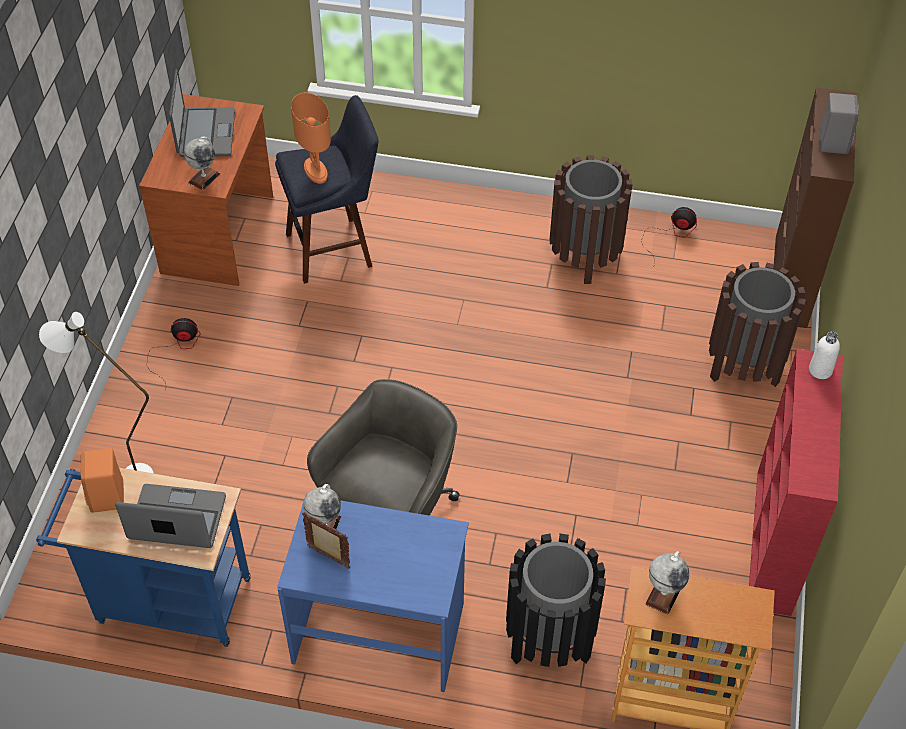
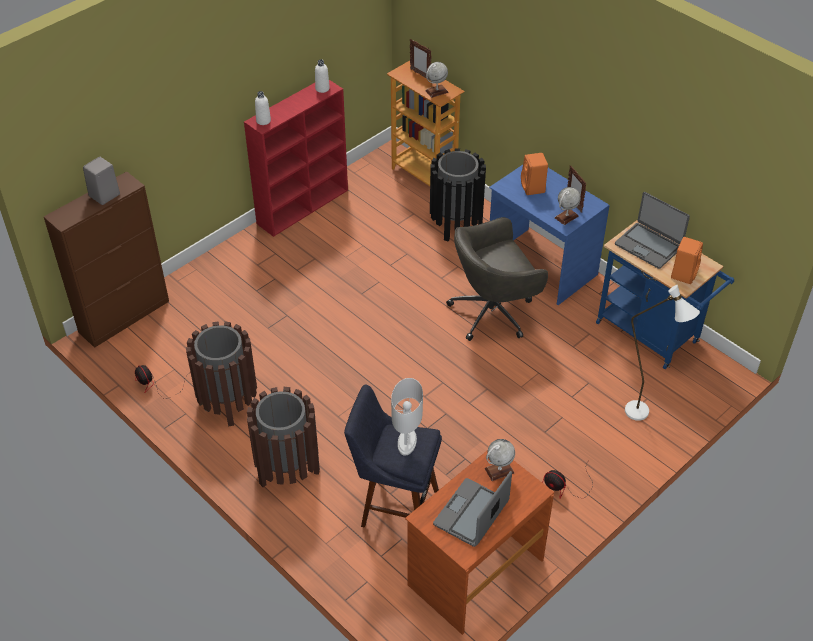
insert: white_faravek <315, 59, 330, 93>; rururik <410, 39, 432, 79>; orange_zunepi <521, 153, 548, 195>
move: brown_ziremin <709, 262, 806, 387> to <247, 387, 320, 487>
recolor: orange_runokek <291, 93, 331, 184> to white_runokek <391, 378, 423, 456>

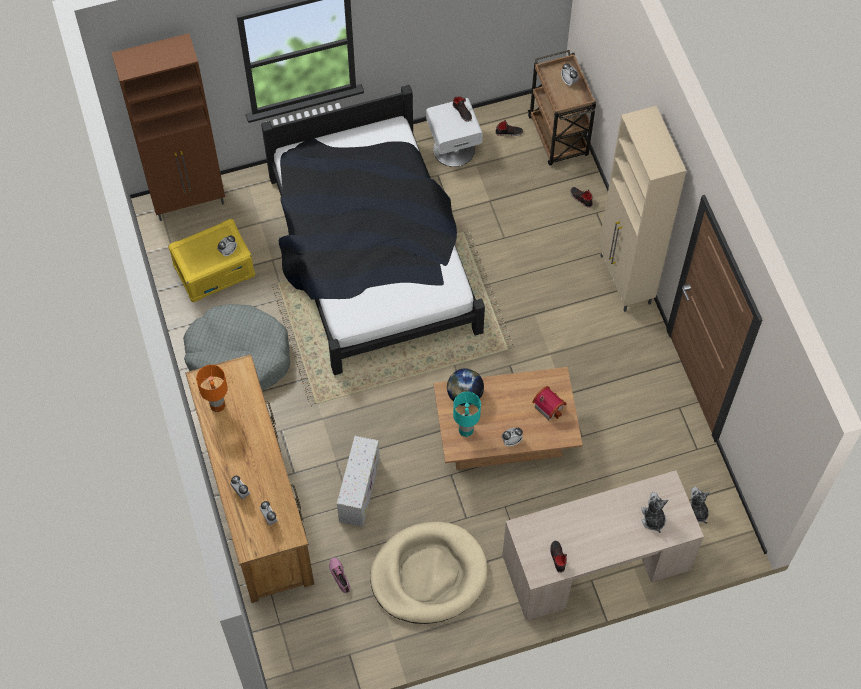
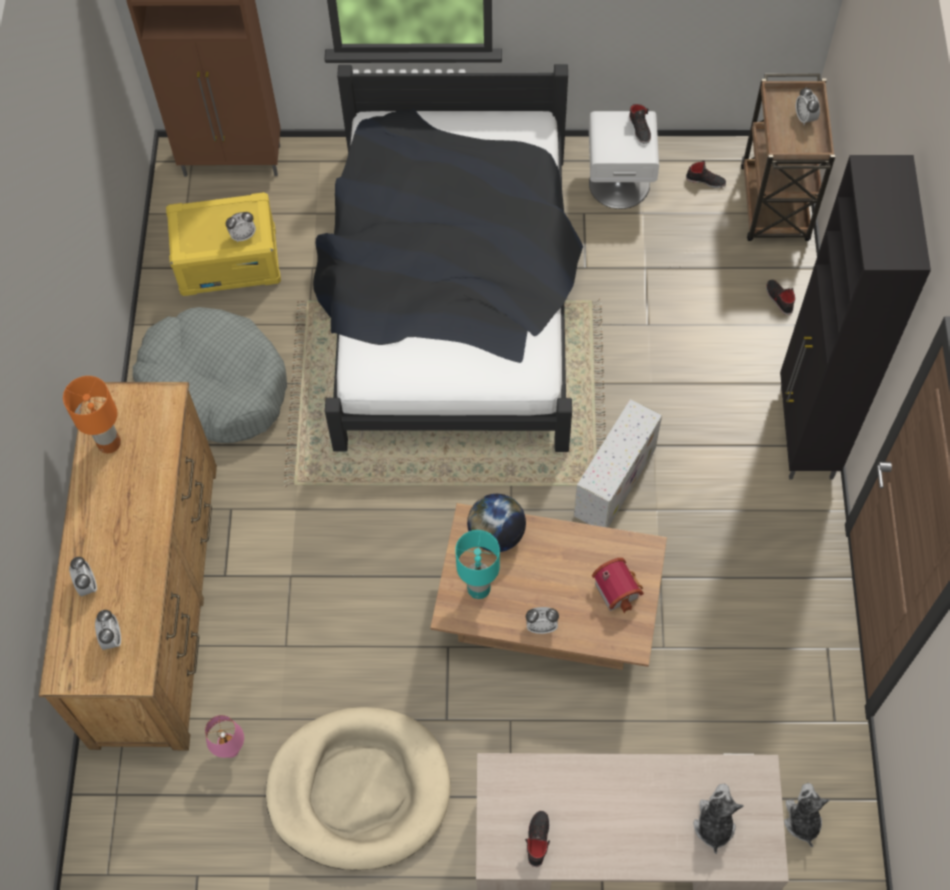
move: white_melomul <337, 436, 380, 527> to <574, 399, 662, 528>
replace: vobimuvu <329, 558, 350, 593> to pink_runokek <205, 715, 244, 758>
recolor: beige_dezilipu <599, 106, 686, 312> to black_dezilipu <780, 155, 931, 480>

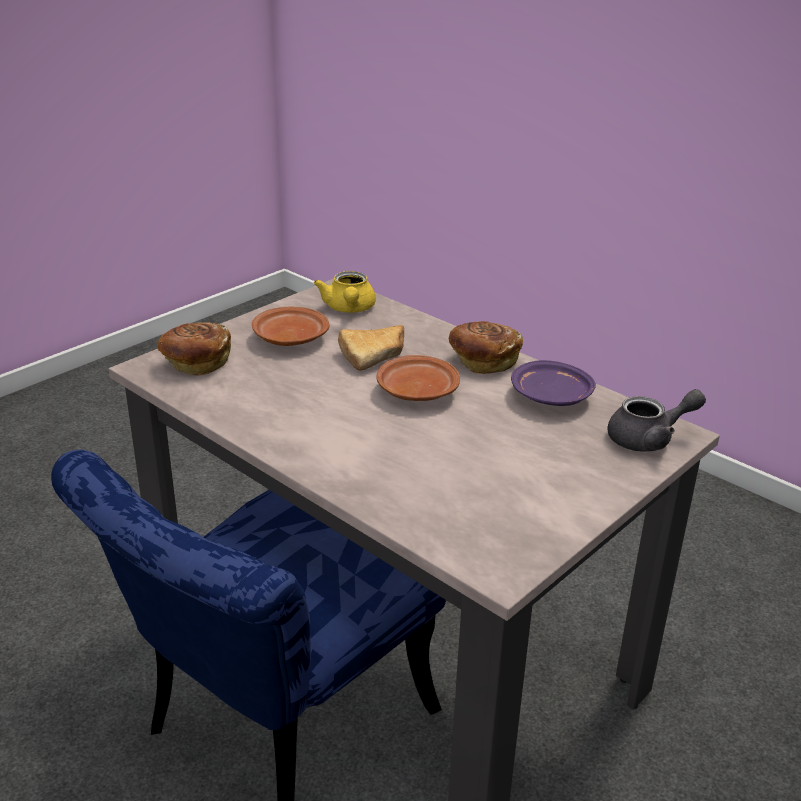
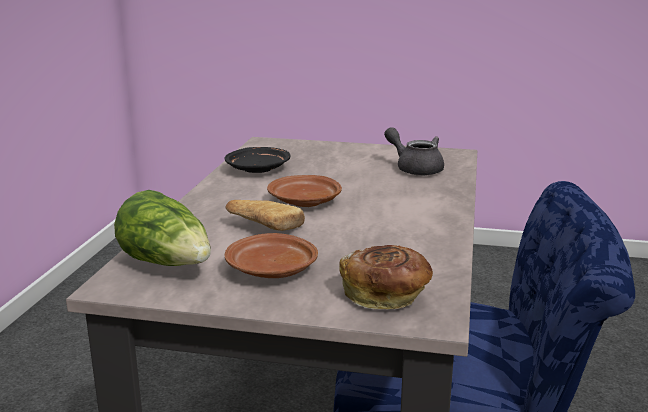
delete: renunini <449, 321, 523, 374>
move: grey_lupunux <607, 389, 706, 452> to <384, 127, 444, 176>
replace: yellow_lupunux <314, 271, 376, 313> to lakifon <114, 190, 211, 266>
recolor: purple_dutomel <511, 360, 596, 406> to black_dutomel <224, 147, 290, 173>

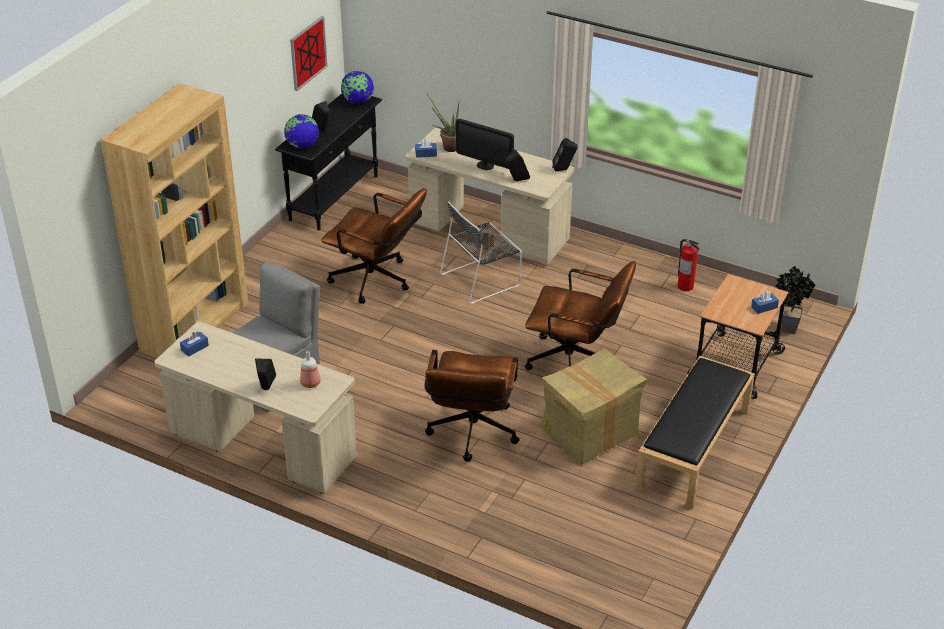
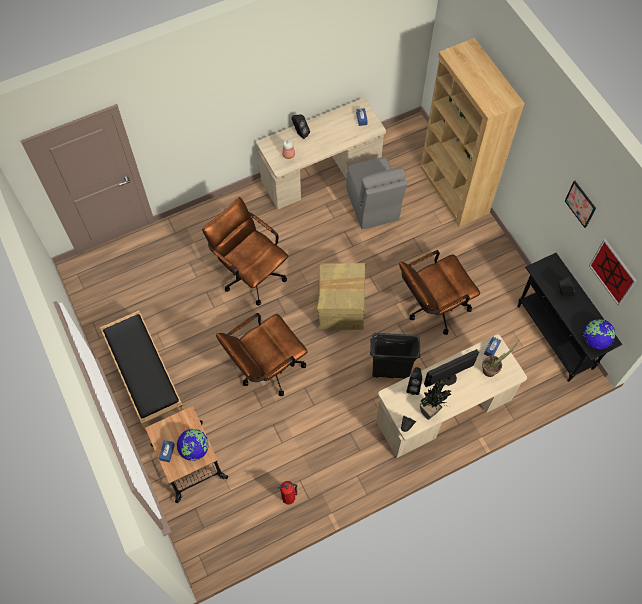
insert: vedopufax <565, 181, 596, 228>
move: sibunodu <284, 114, 319, 149> to <177, 429, 209, 461>; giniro <540, 349, 647, 465> to <317, 263, 365, 330>; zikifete <775, 266, 816, 334> to <420, 378, 452, 420>
replace: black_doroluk <440, 201, 522, 304> to black_ziremin <370, 333, 420, 379>

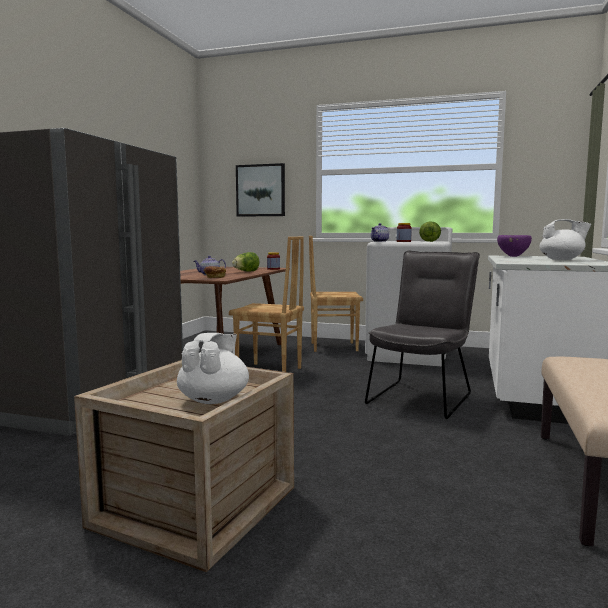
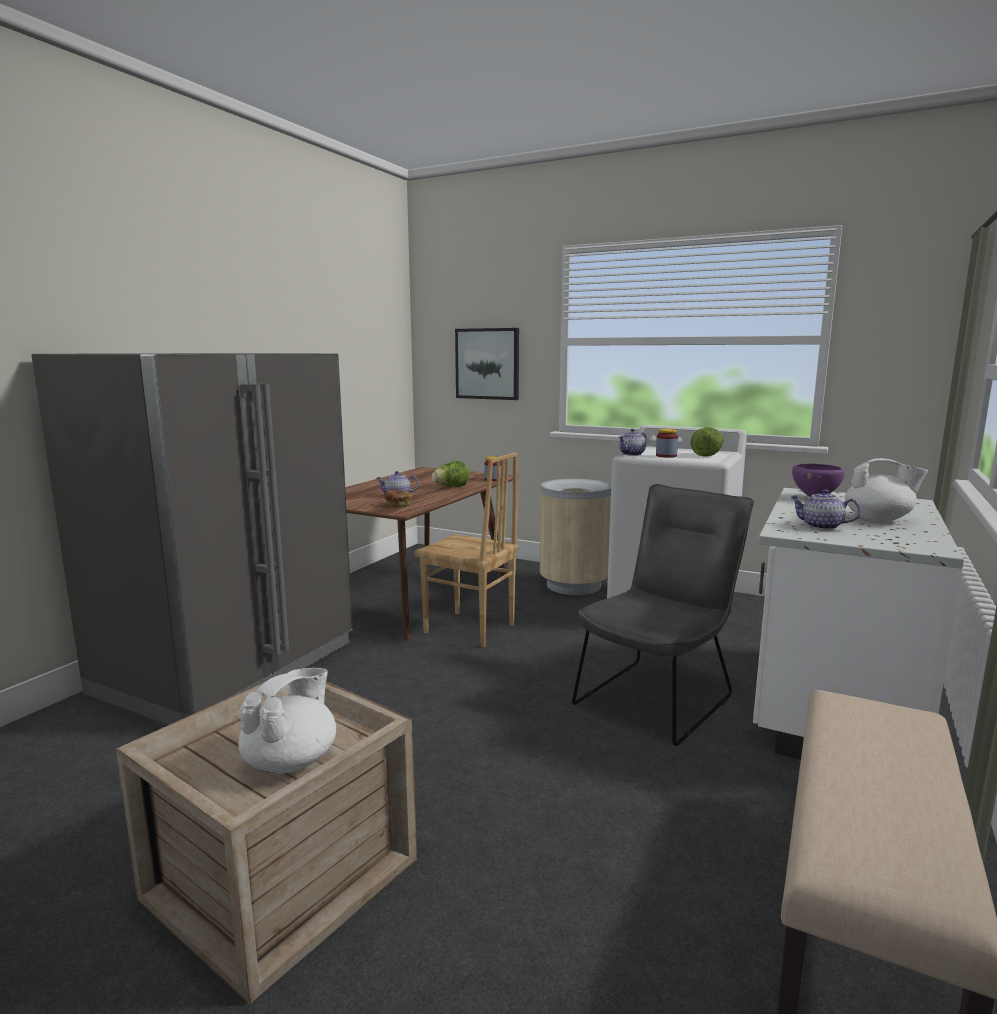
insert: lupunux <790, 489, 860, 530>
replace: brown_doroluk <309, 236, 363, 352> to beige_ziremin <540, 479, 611, 595>

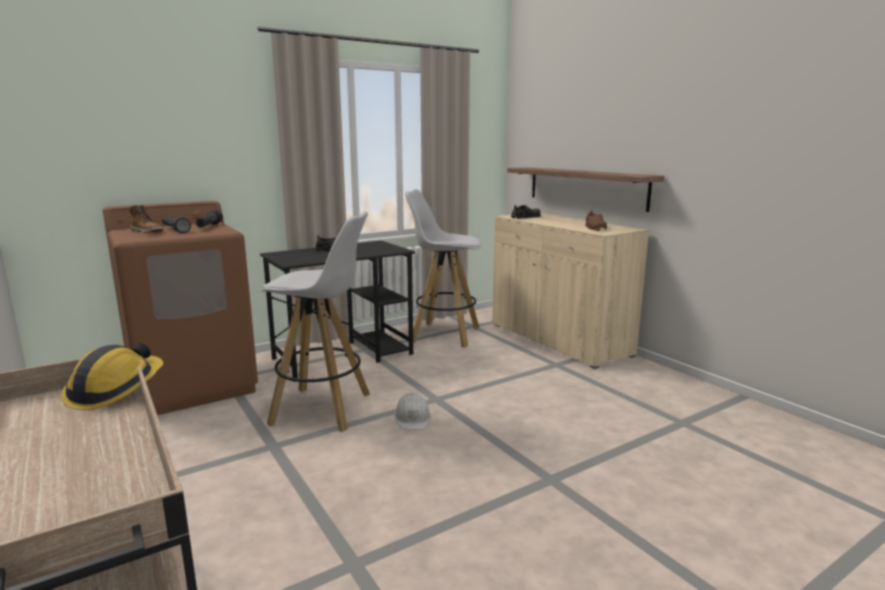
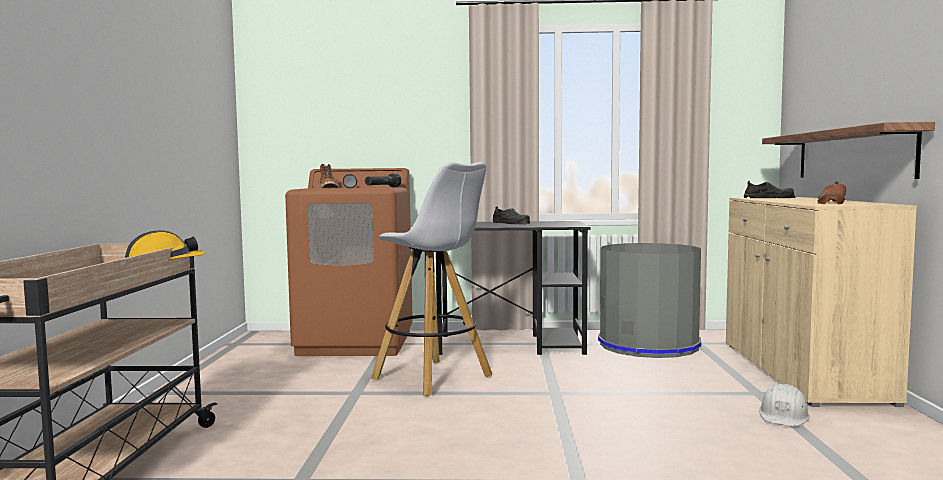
move: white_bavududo <394, 392, 431, 430> to <759, 383, 810, 427>
replace: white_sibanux <405, 189, 481, 347> to grey_ziremin <598, 243, 701, 358>

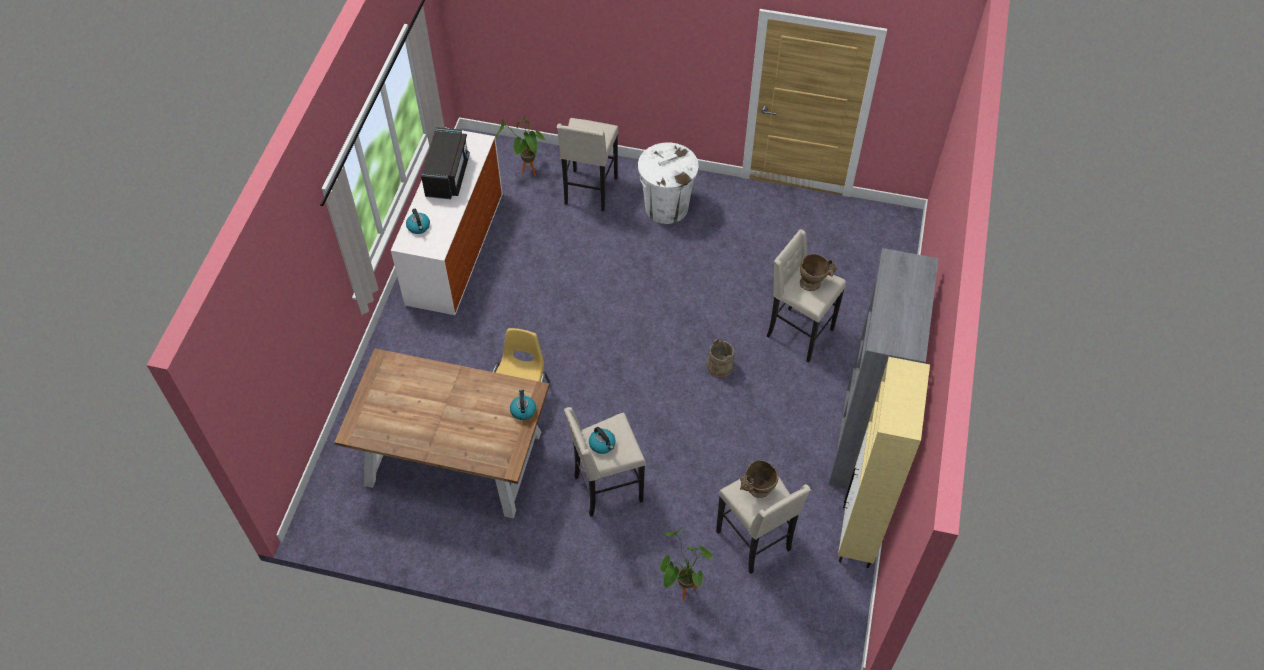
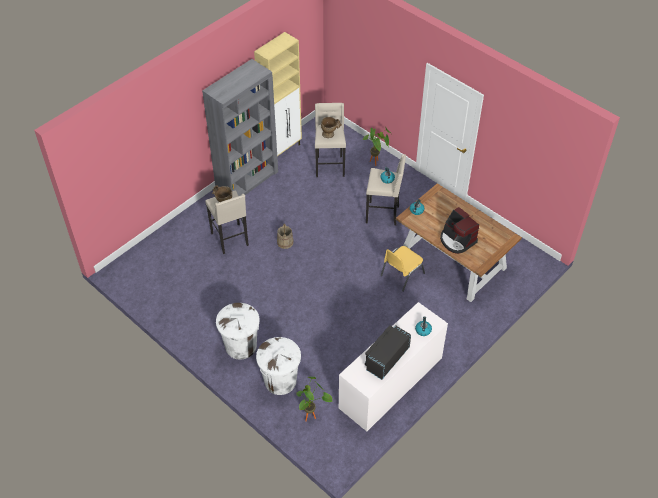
insert: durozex <440, 207, 479, 254>
replace: beige_sibanux <557, 118, 618, 211> to white_ziremin <256, 337, 301, 395>

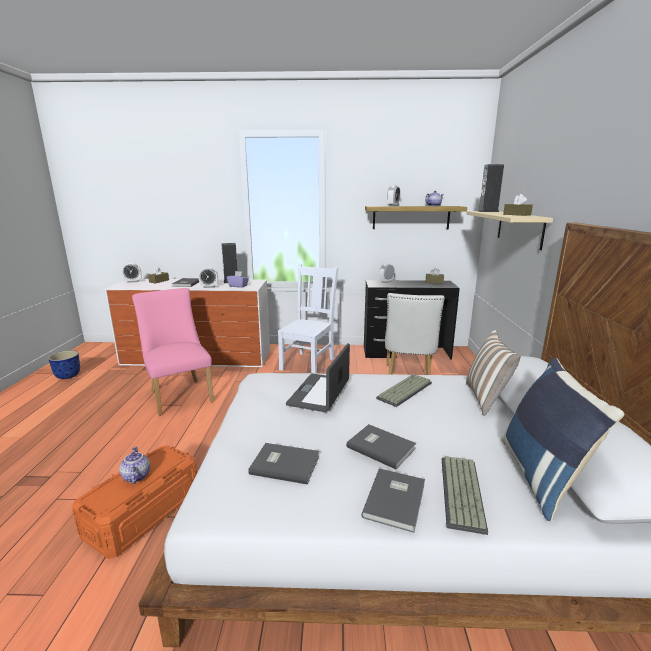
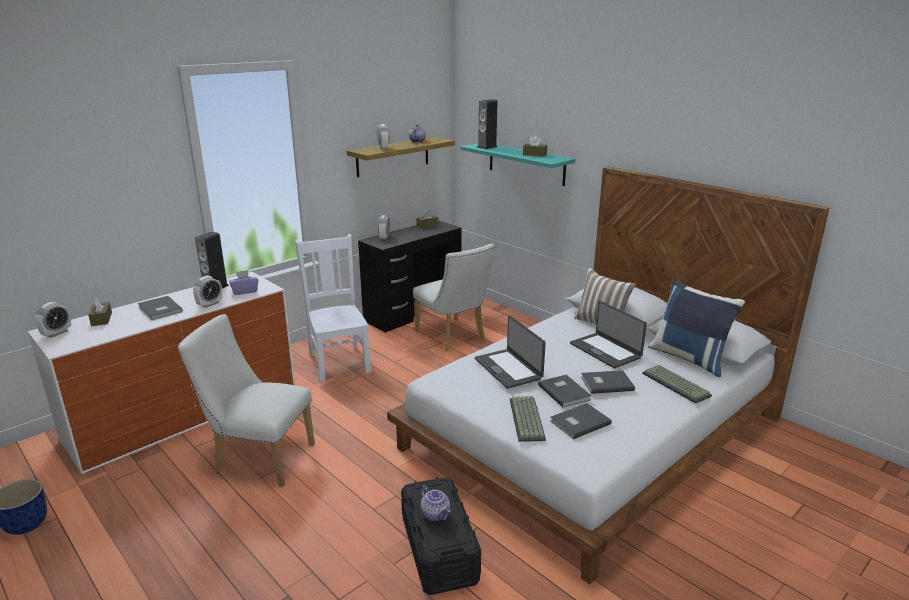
insert: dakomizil <570, 301, 647, 368>
move: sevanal <376, 374, 432, 407> to <510, 396, 546, 442>; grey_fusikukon <361, 468, 425, 533> to <538, 375, 592, 407>
recolor: pink_doroluk <132, 288, 214, 416> to white_doroluk <178, 314, 315, 487>; orange_melomul <72, 446, 197, 559> to black_melomul <401, 477, 481, 595>; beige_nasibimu <466, 211, 553, 250> to turquoise_nasibimu <461, 144, 575, 186>
rotate: lupunux <119, 446, 150, 484> = <421, 485, 450, 521> 150 degrees counterclockwise

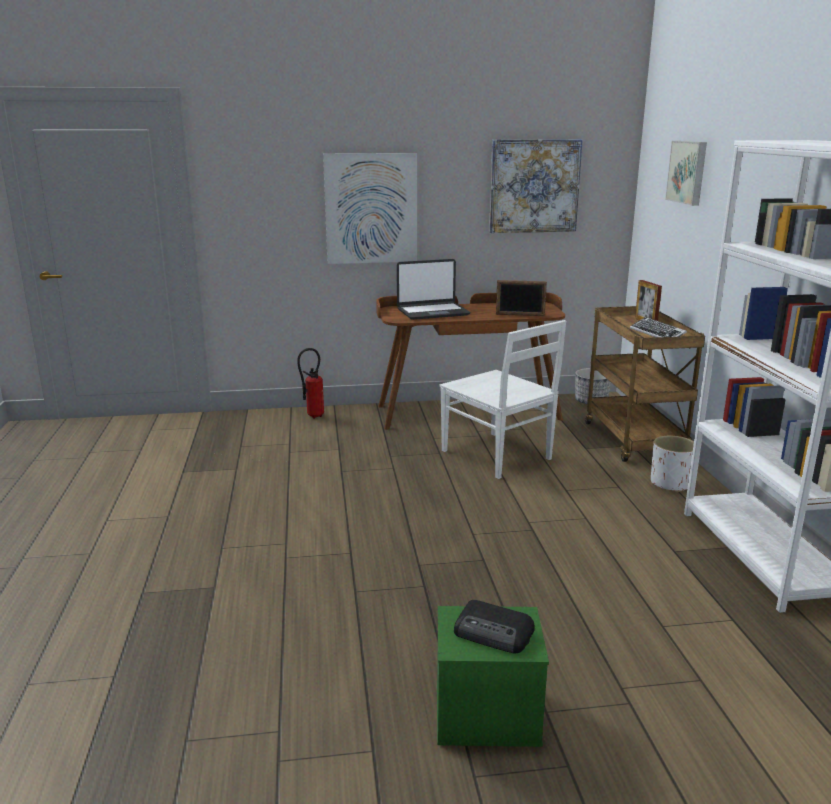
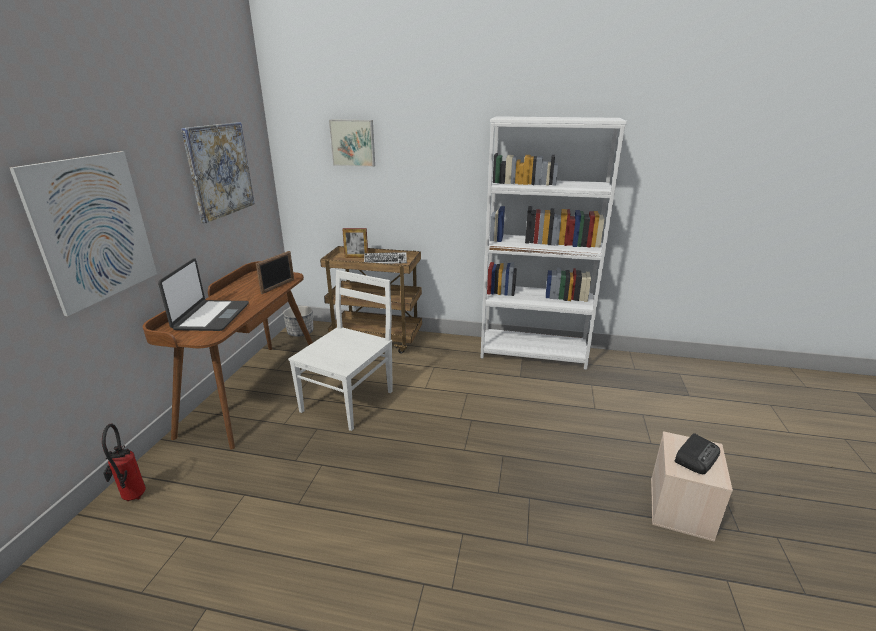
delete: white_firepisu <651, 436, 694, 493>
recolor: green_melomul <437, 606, 549, 747> to beige_melomul <651, 431, 733, 542>
rotate: white_doroluk <439, 320, 566, 479> = <288, 270, 393, 431> 45 degrees counterclockwise

